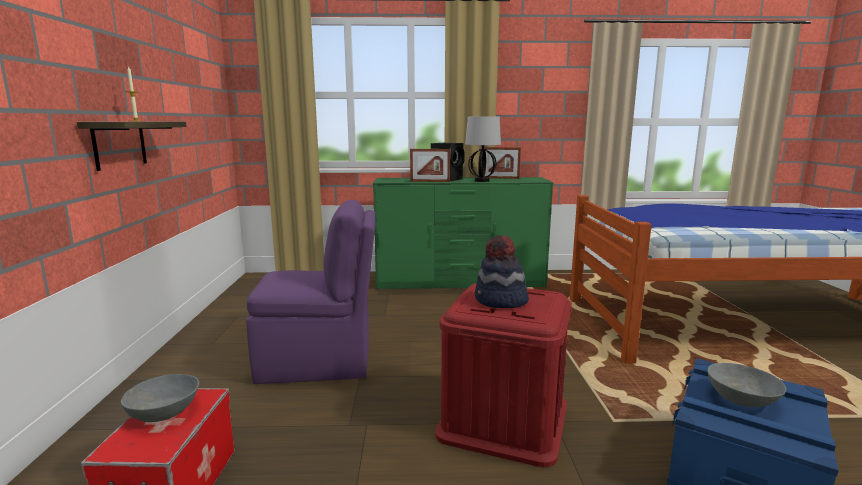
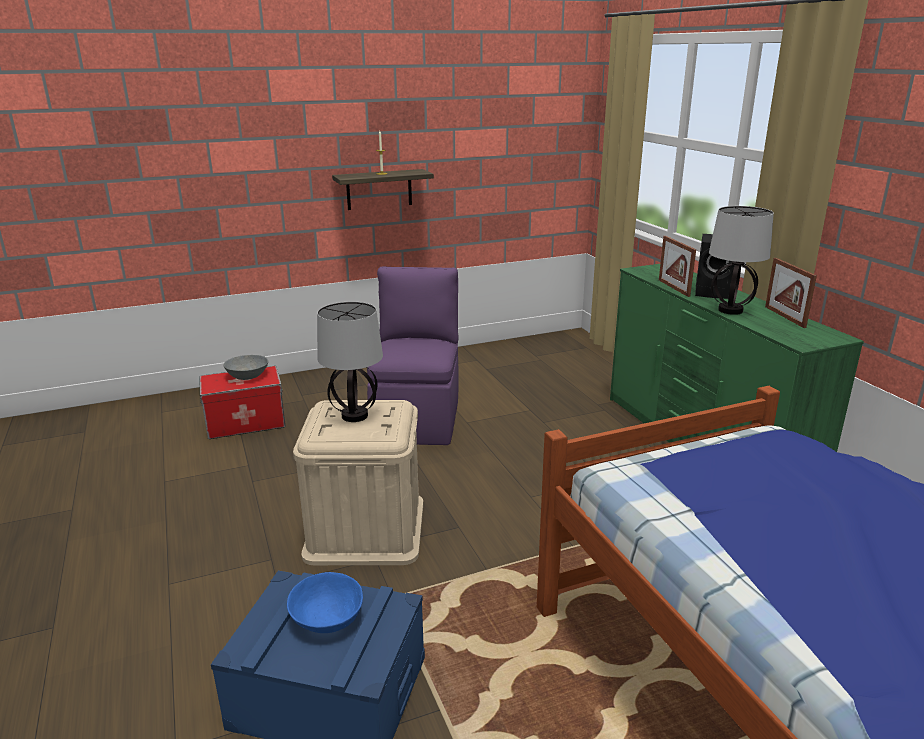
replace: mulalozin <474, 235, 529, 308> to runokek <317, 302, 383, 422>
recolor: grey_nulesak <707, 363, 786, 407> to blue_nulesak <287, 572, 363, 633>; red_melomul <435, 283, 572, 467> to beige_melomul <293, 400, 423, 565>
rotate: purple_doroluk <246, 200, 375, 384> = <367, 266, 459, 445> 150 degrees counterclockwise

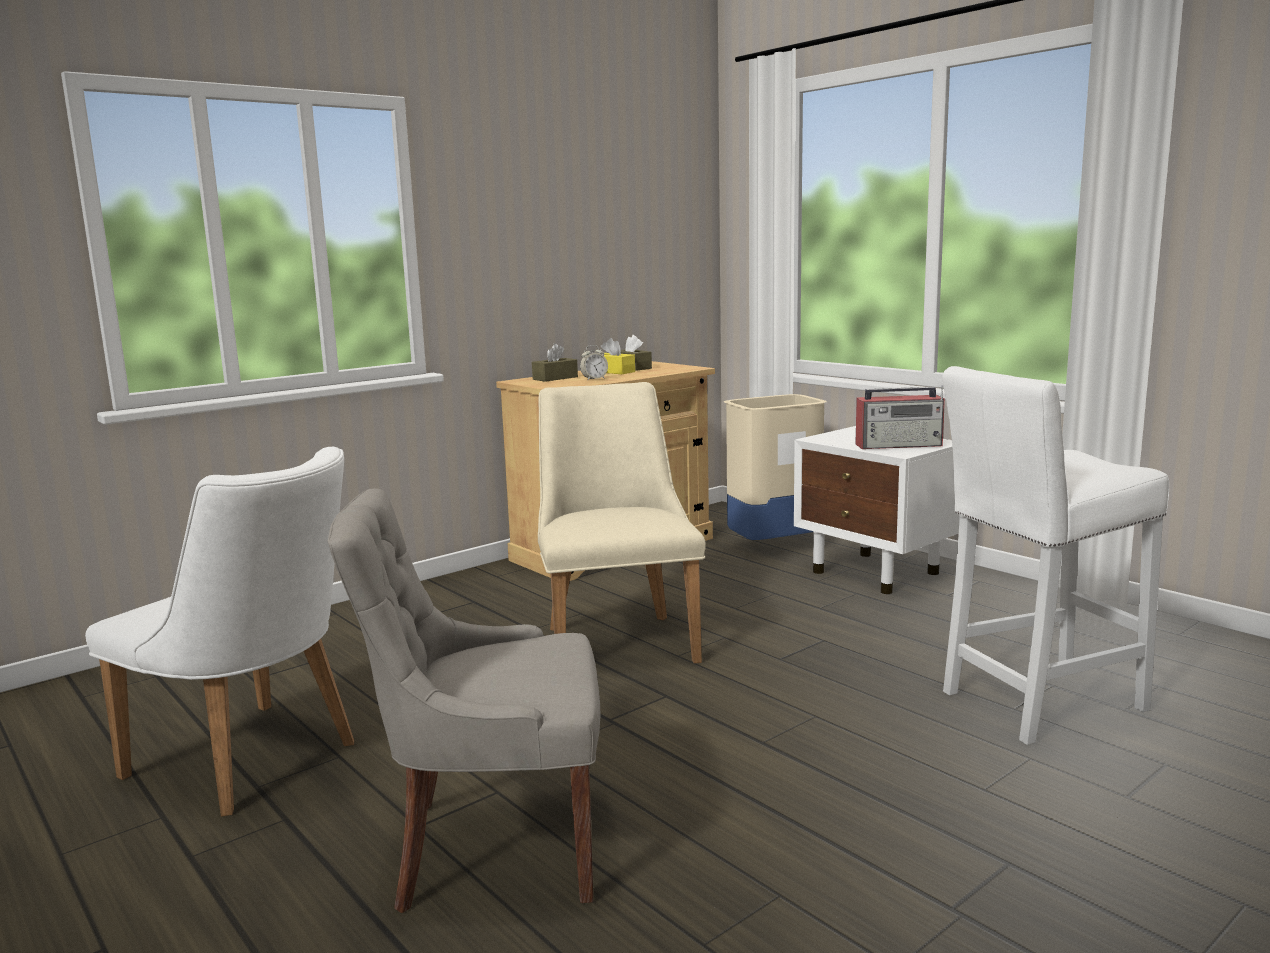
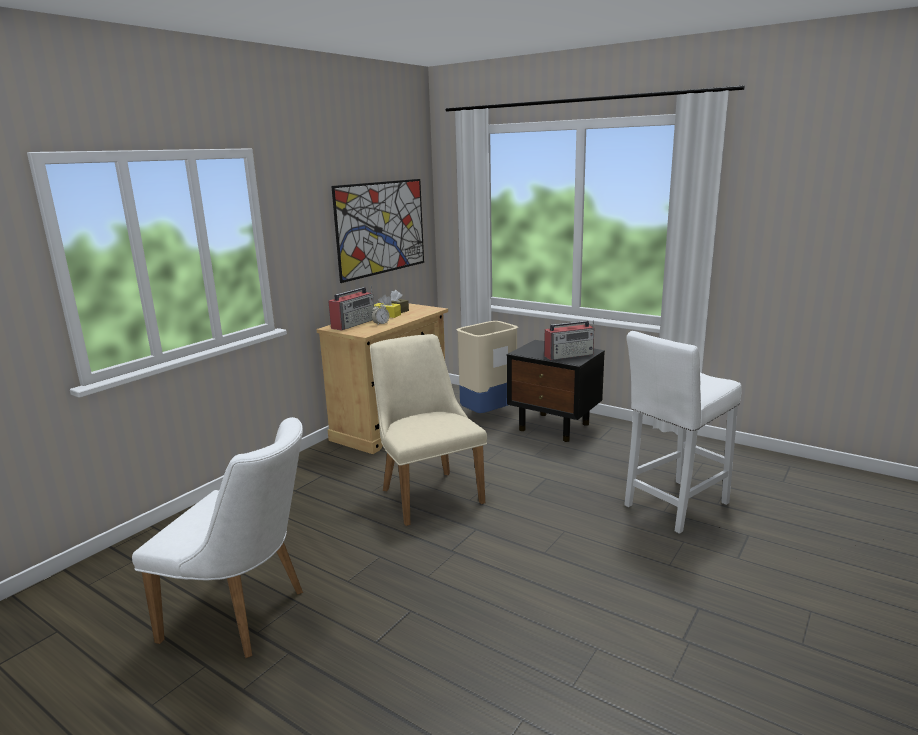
delete: grey_doroluk <327, 489, 600, 913>
insert: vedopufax <331, 179, 424, 283>
replace: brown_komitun <532, 343, 578, 382> to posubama <328, 286, 374, 331>
recolor: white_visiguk <794, 426, 960, 594> to black_visiguk <507, 340, 605, 442>

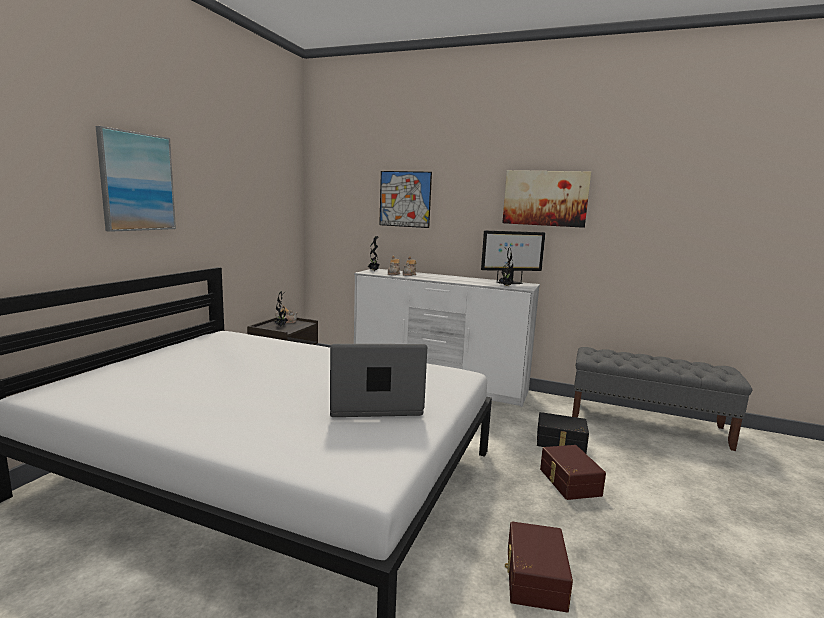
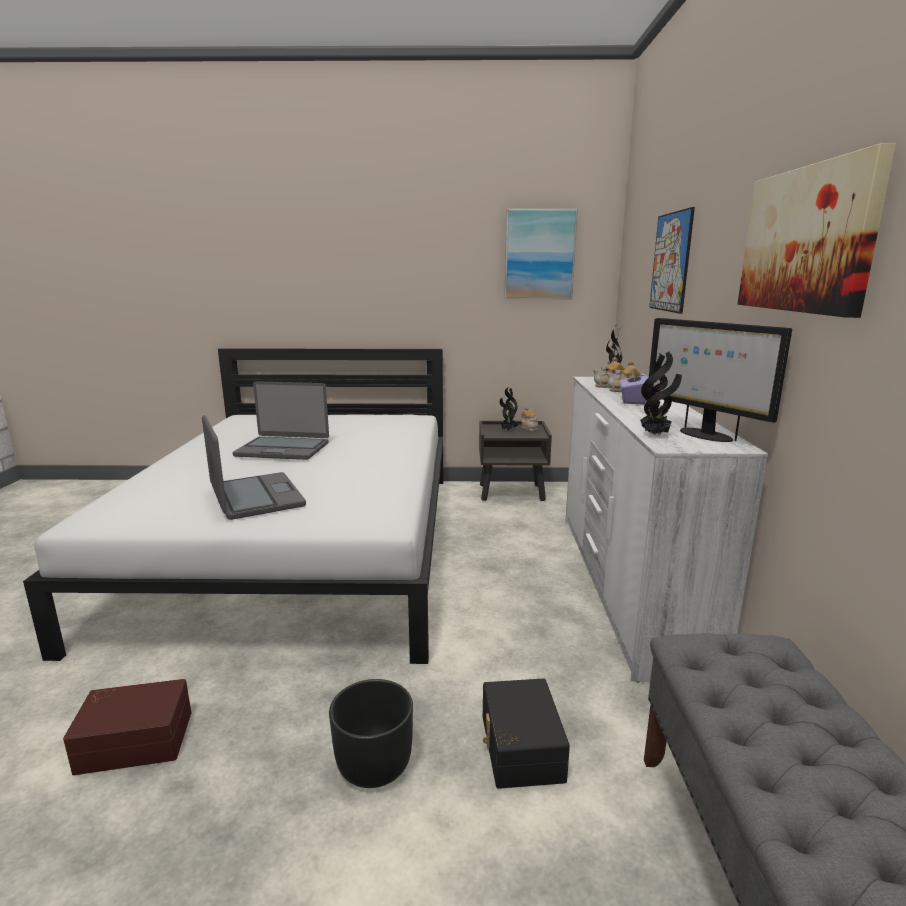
insert: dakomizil <233, 381, 329, 460>; purple_komitun <620, 369, 649, 405>
move: vedopufax <96, 126, 176, 232> to <504, 209, 578, 299>
replace: brown_melomul <540, 445, 606, 500> to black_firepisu <329, 679, 413, 788>

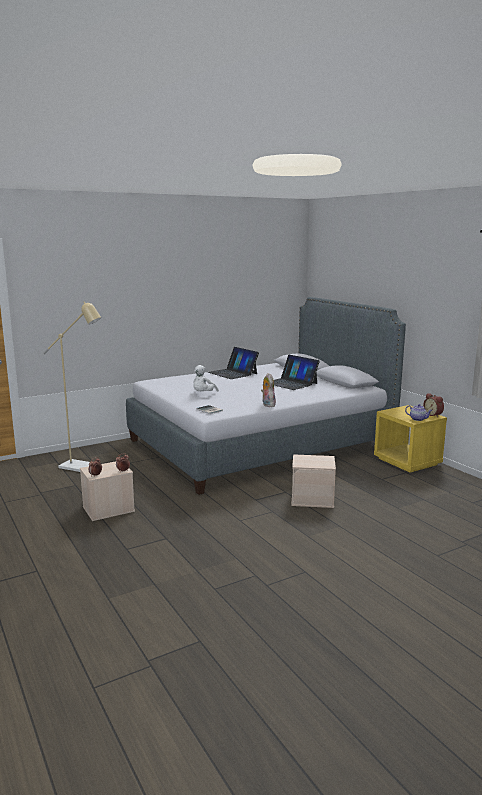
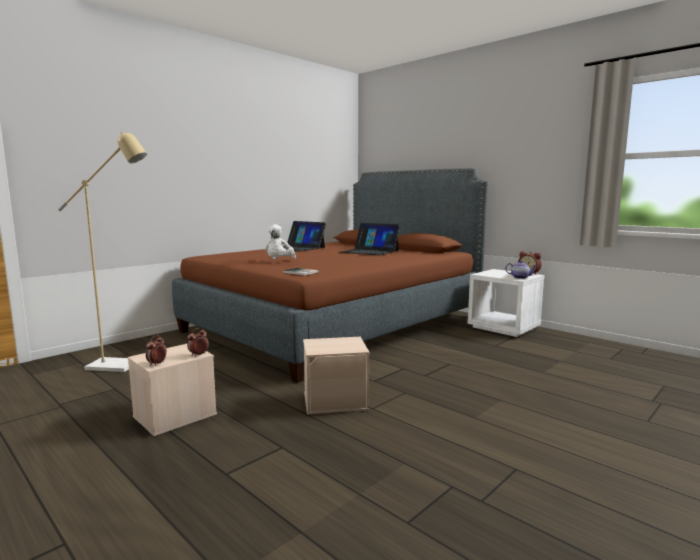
delete: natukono <261, 373, 276, 407>
move: beige_melomul <291, 454, 336, 508> to <303, 337, 370, 415>
recolor: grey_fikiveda <126, 297, 406, 495> to brown_fikiveda <172, 168, 488, 383>; yellow_visiguk <374, 405, 447, 473> to white_visiguk <468, 269, 544, 337>

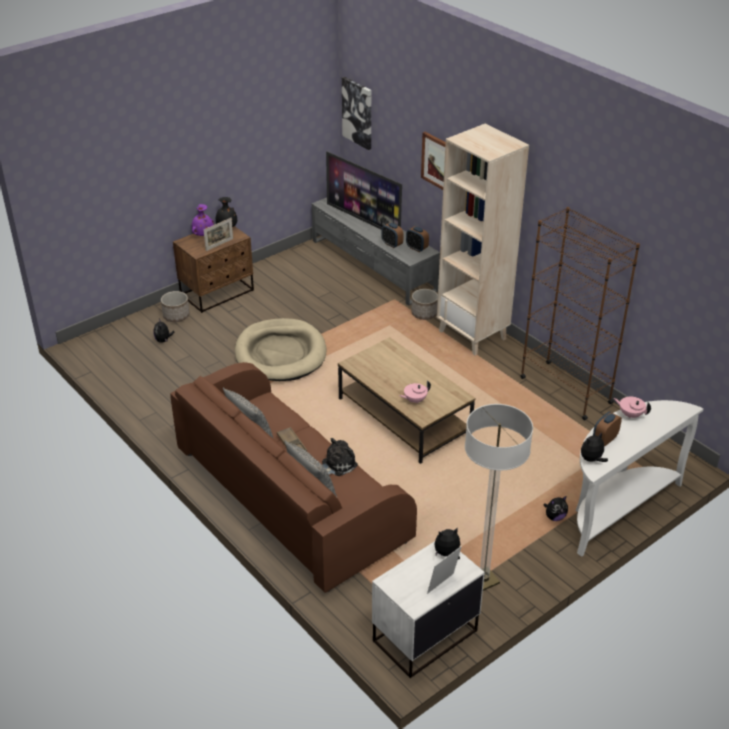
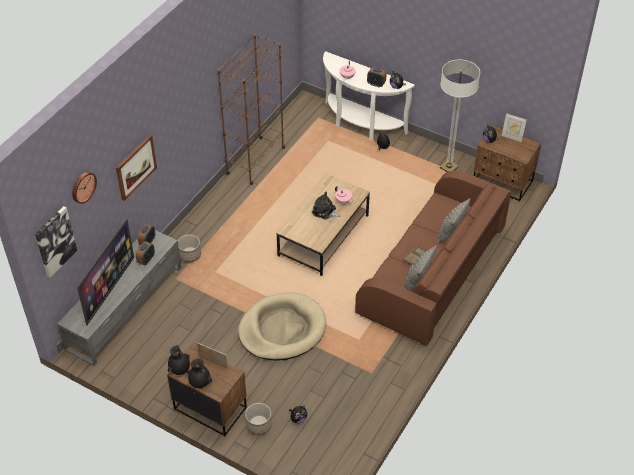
delete: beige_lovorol <437, 124, 529, 355>
insert: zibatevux <72, 172, 97, 204>
move: natukono <322, 438, 358, 476> to <312, 192, 341, 220>
recolor: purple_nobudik <192, 204, 214, 236> to black_nobudik <187, 359, 212, 388>; white_visiguk <372, 541, 485, 678> to brown_visiguk <474, 125, 541, 202>

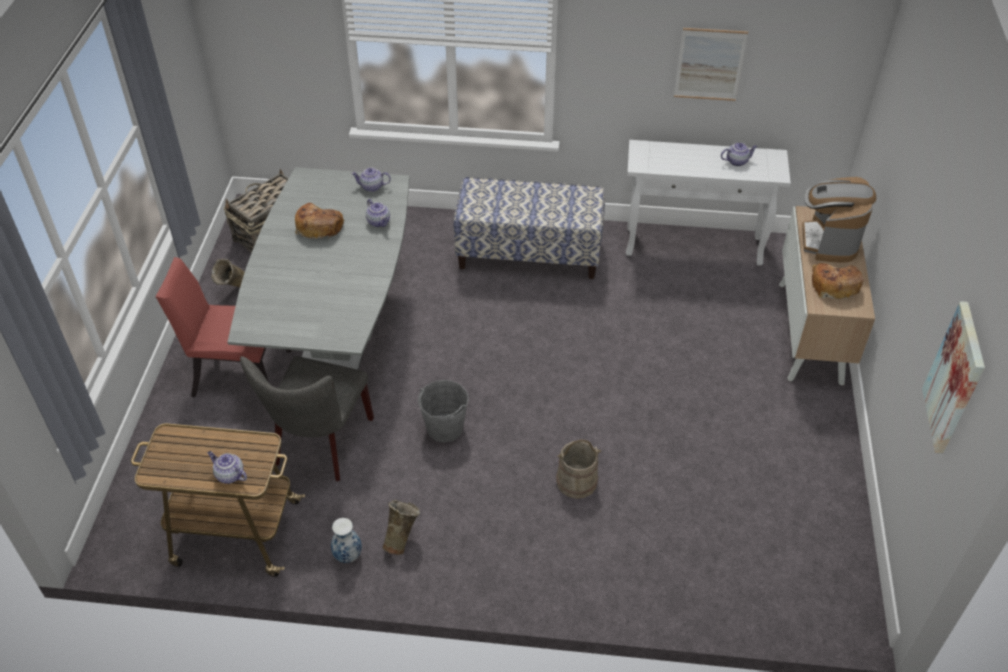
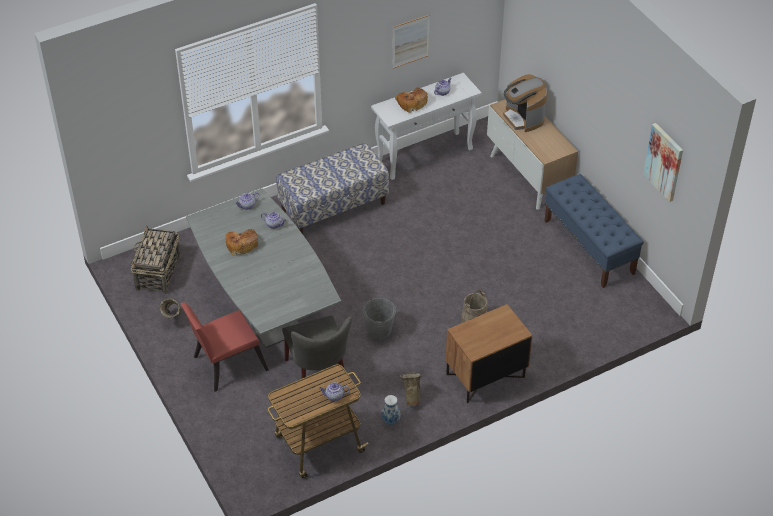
insert: brown_visiguk <446, 304, 532, 403>; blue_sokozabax <545, 174, 644, 288>
move: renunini <812, 263, 864, 300> to <395, 87, 428, 113>

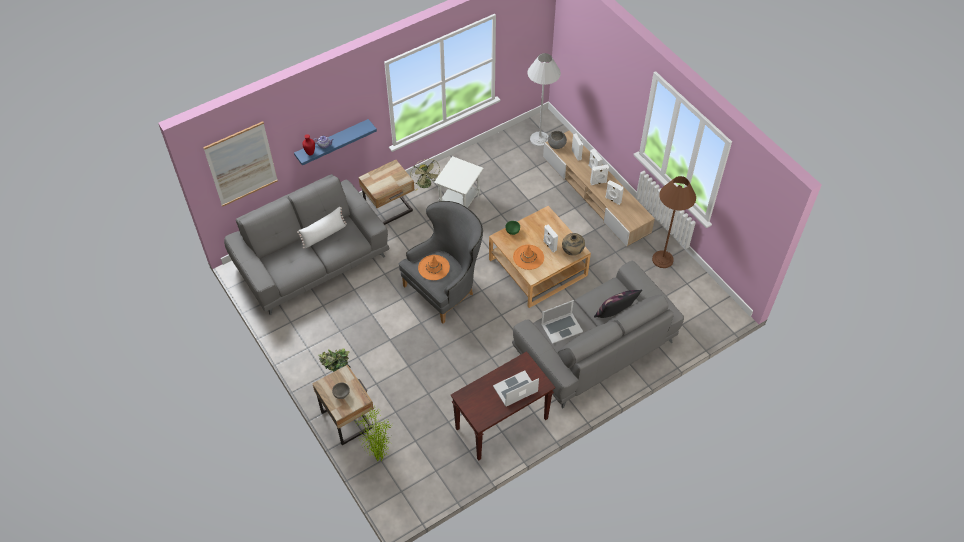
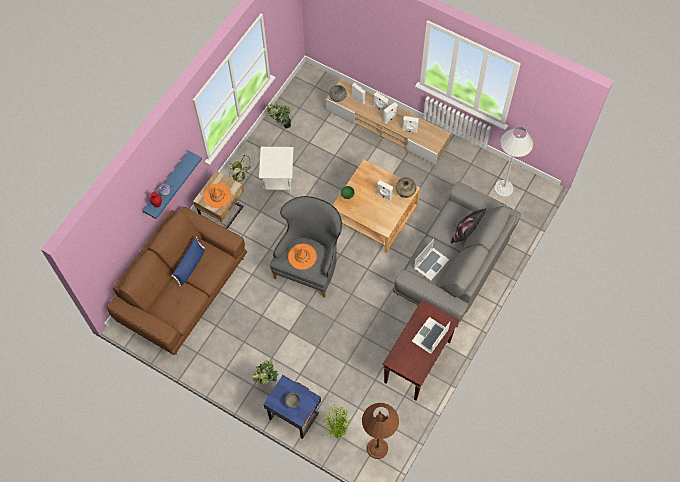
delete: vedopufax <203, 121, 278, 207>
insert: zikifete <267, 103, 292, 129>
move: orange_mulalozin <513, 245, 544, 270> to <204, 183, 232, 208>; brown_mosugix <652, 176, 696, 268> to <362, 403, 399, 459>; white_mosugix <527, 53, 561, 147> to <494, 126, 533, 197>
recolor: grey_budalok <224, 174, 389, 315> to brown_budalok <107, 207, 247, 355>; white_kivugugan <297, 207, 347, 249> to blue_kivugugan <171, 237, 205, 286>; beige_visiguk <312, 364, 374, 445> to blue_visiguk <263, 375, 321, 439>

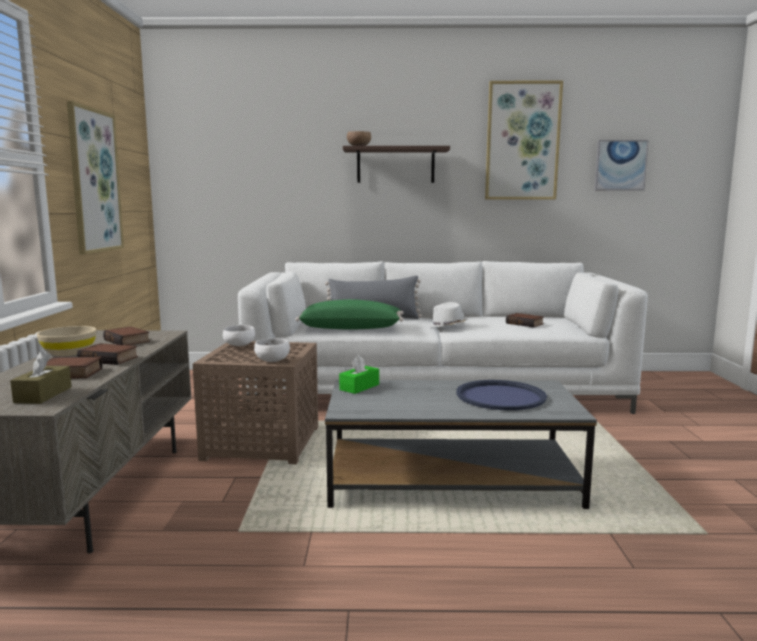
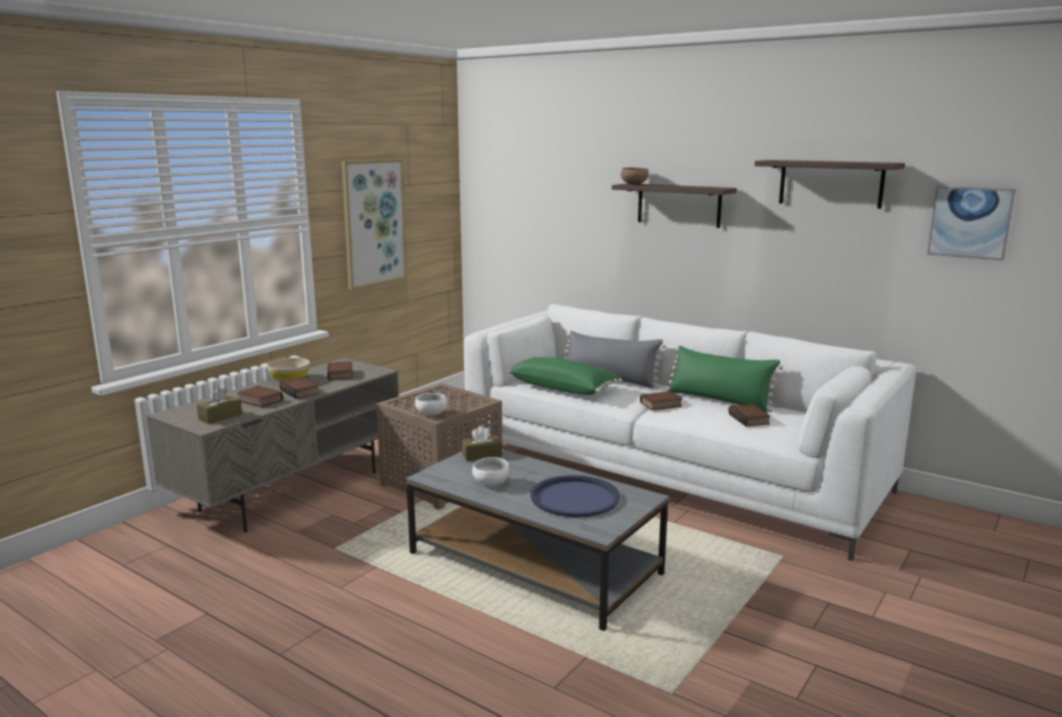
insert: green_kivugugan <666, 345, 783, 413>
move: white_nulesak <223, 325, 255, 346> to <472, 457, 510, 486>
replace: white_mulalozin <429, 302, 468, 327> to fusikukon <640, 391, 683, 411>; vedopufax <485, 81, 563, 200> to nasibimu <754, 160, 905, 209>
recolor: green_komitun <339, 355, 379, 394> to brown_komitun <462, 426, 502, 461>

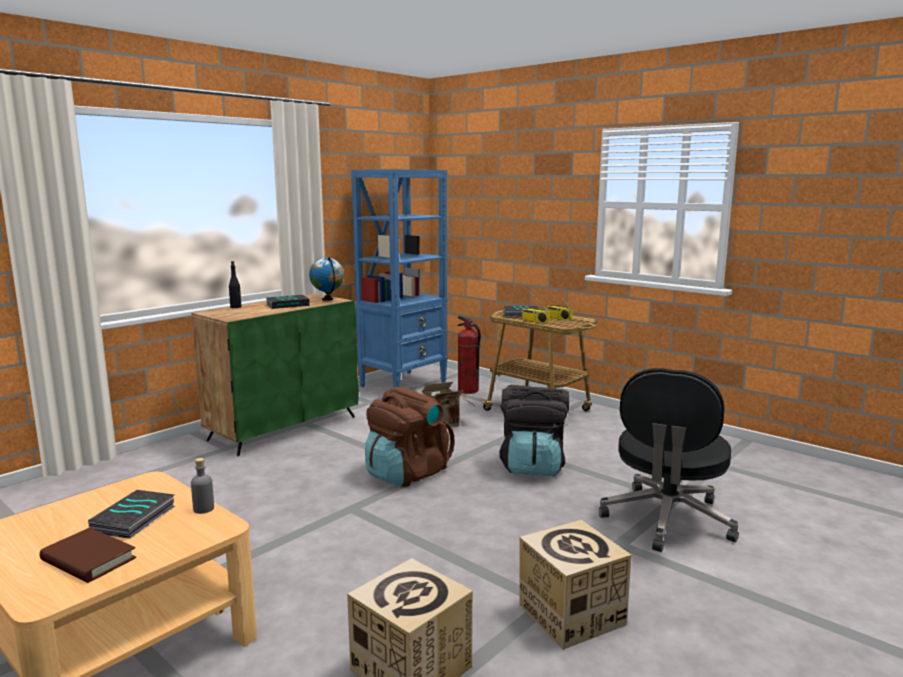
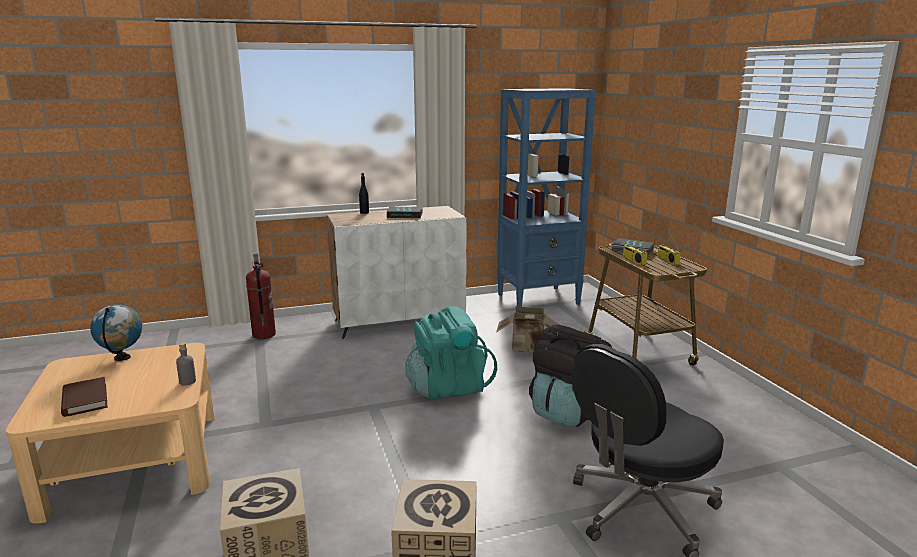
delete: fusikukon <88, 490, 175, 539>
move: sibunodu <309, 257, 344, 301> to <90, 304, 142, 361>; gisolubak <458, 316, 481, 394> to <246, 254, 276, 339>
recolor: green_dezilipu <191, 294, 359, 456> to white_dezilipu <327, 206, 467, 339>; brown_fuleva <365, 387, 455, 487> to turquoise_fuleva <405, 306, 497, 400>

